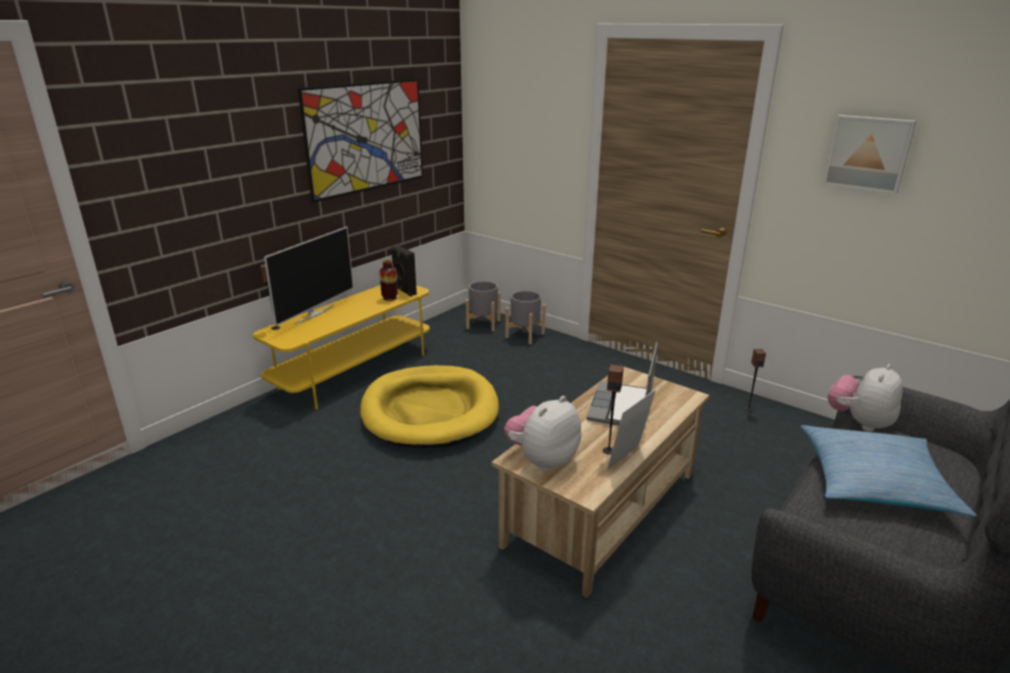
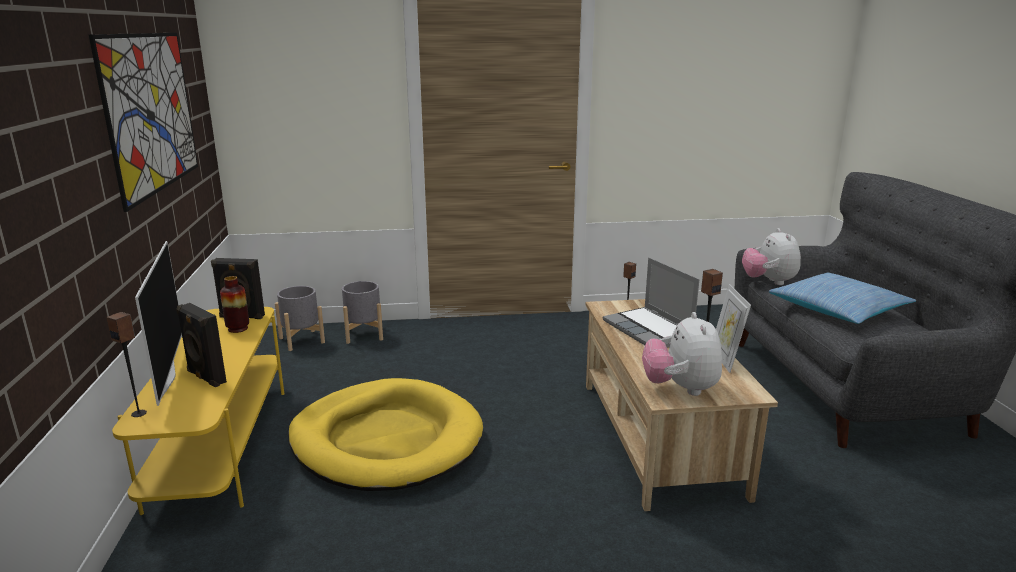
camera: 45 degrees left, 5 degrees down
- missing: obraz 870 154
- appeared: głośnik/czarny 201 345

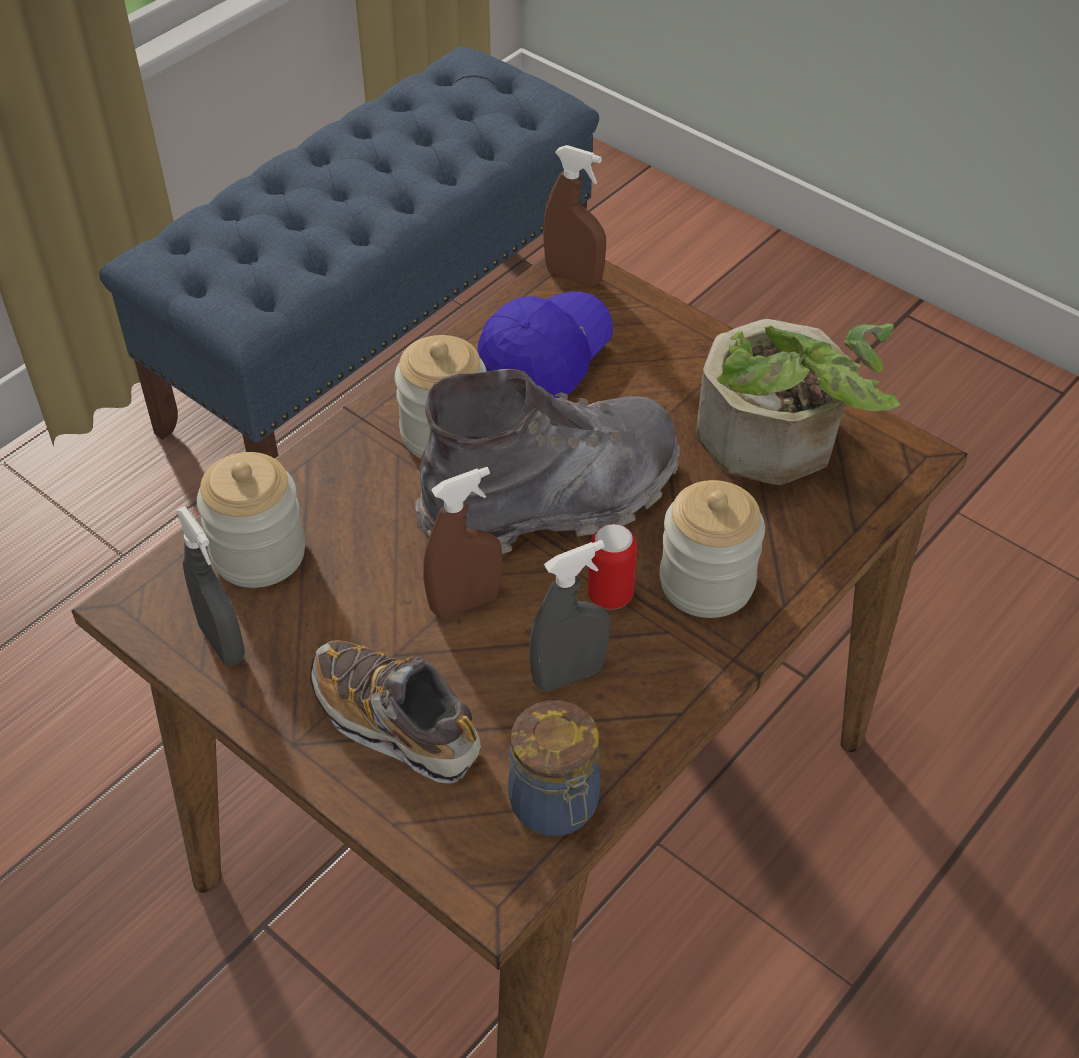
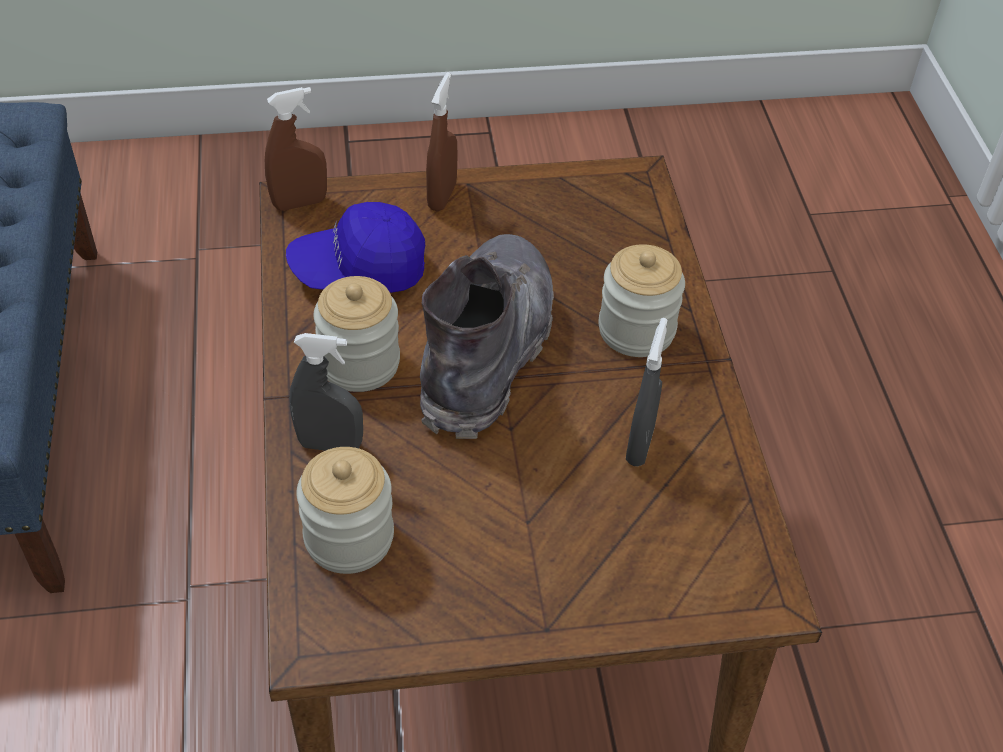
camera: 50 degrees left, 0 degrees up
- missing: but 395 712
- missing: słoik 554 768
- missing: puszka 612 566
- missing: roślina doniczkowa 798 402
- relocated: spryskiwacz/szary 210 586 to 326 392
- relocated: spryskiwacz/brązowy 463 542 to 442 141
- spun: czapka z daszkiem/niebieski 545 344 = 355 247 90 degrees counterclockwise

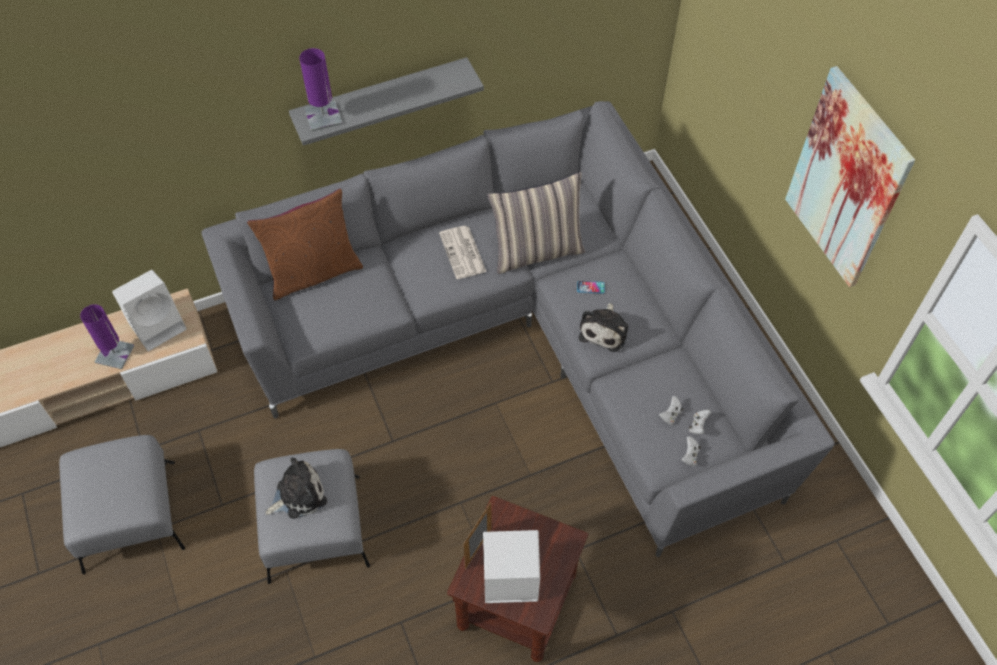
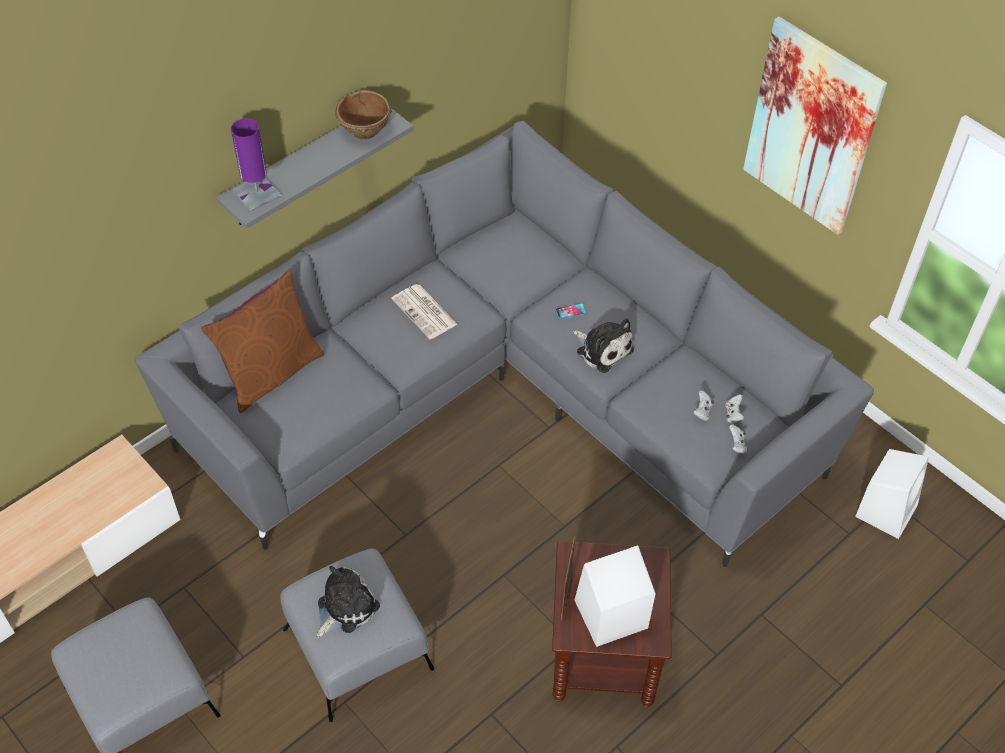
camera: 20 degrees left, 5 degrees down
- missing: lampa stołowa/fioletowy 107 336
- missing: poduszka 536 223
- appeared: miska/brązowy 363 115
- relocated: głośnik/biały 149 310 to 892 494
- spun: pluszak 603 327 = 603 345 45 degrees counterclockwise

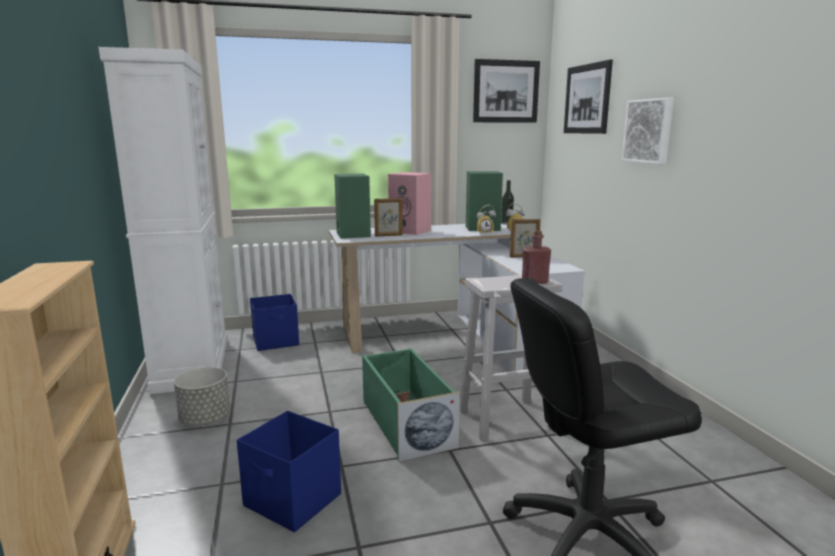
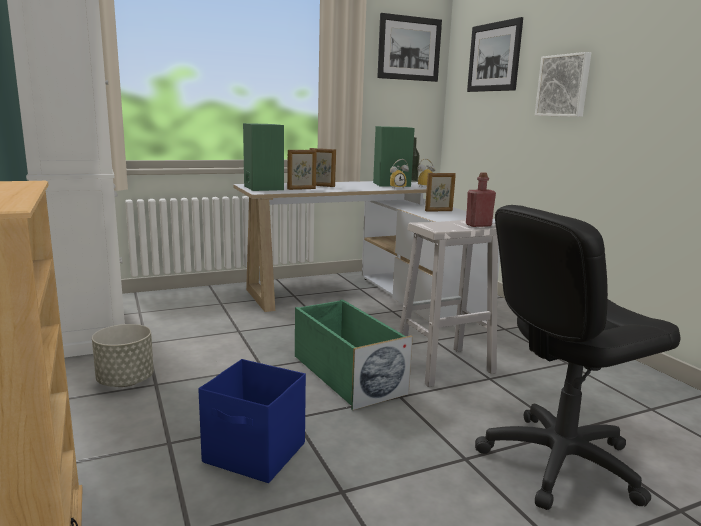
camera: 10 degrees left, 0 degrees up
- missing: pojemnik do przechowywania/niebieski 274 322
- exchanged: głośnik/różowy 409 203 to ramka na zdjęcie 323 167

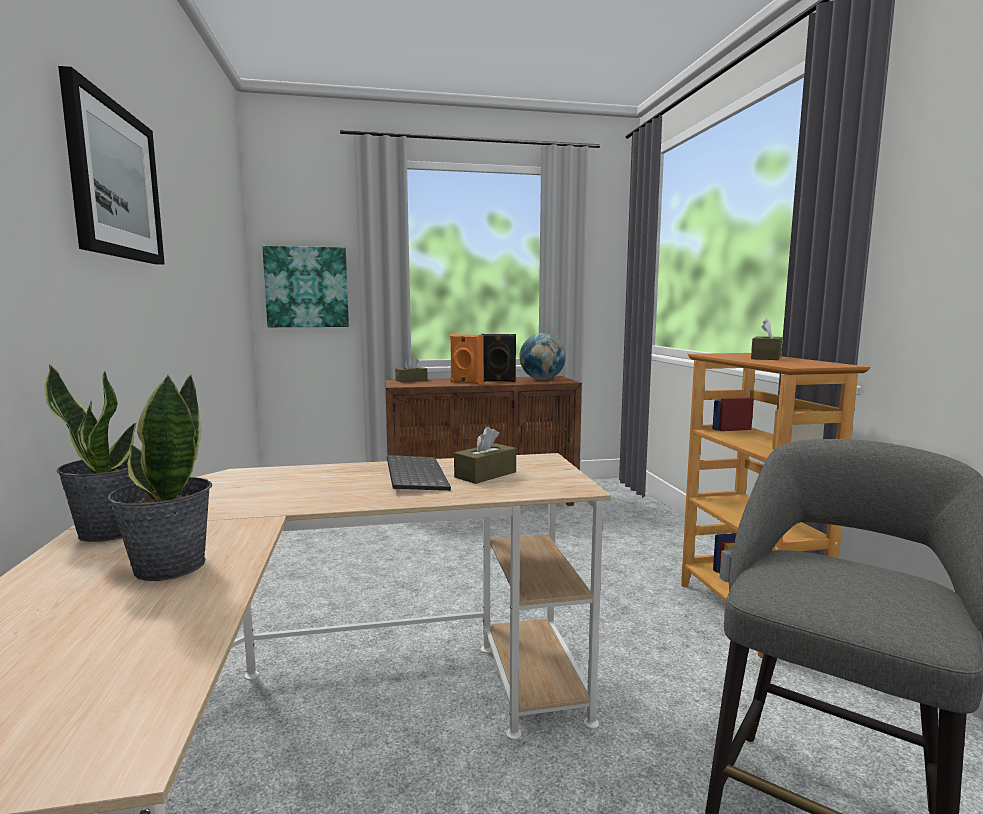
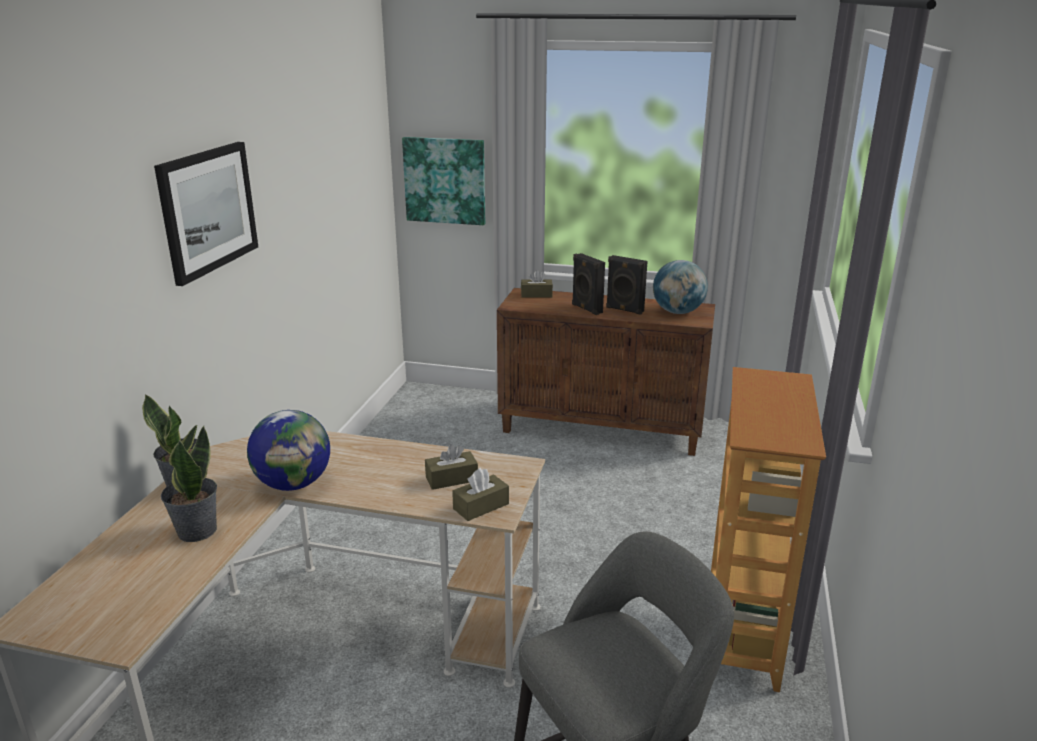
camera: 25 degrees right, 15 degrees up
- missing: klawiatura 419 473
- appeared: globus 288 450
- relocated: pudełko chusteczek/brązowy 766 339 to 480 494
- colour: głośnik/pomarańczowy 467 359 to głośnik/czarny 588 284

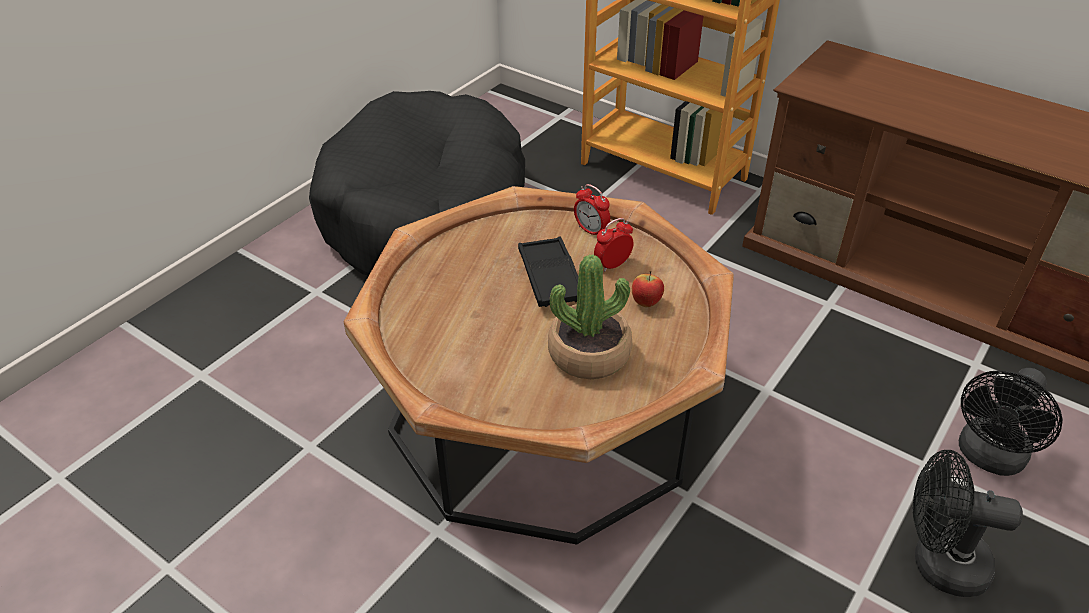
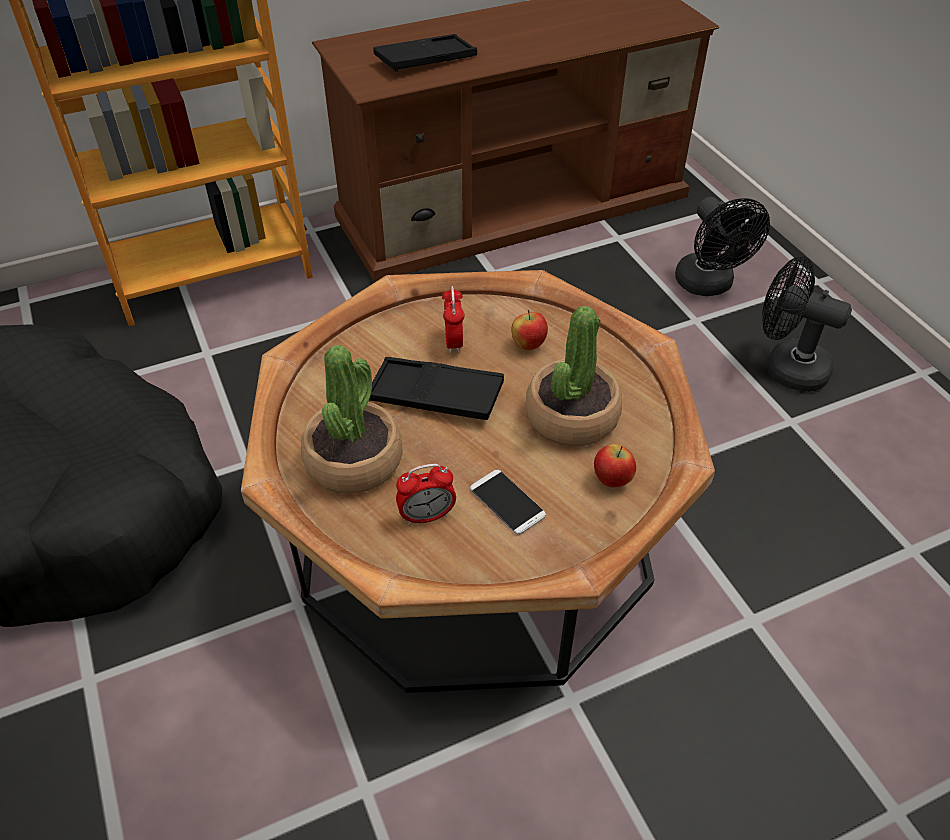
camera: 60 degrees left, 5 degrees up
- appeared: roślina doniczkowa 352 419
- appeared: taca/czarny 425 53
- appeared: telefon 508 502
- appeared: jabłko 615 465
- relocated: budzik 592 209 to 426 494
- spun: wentylator/czarny 968 523 = 807 324 75 degrees clockwise

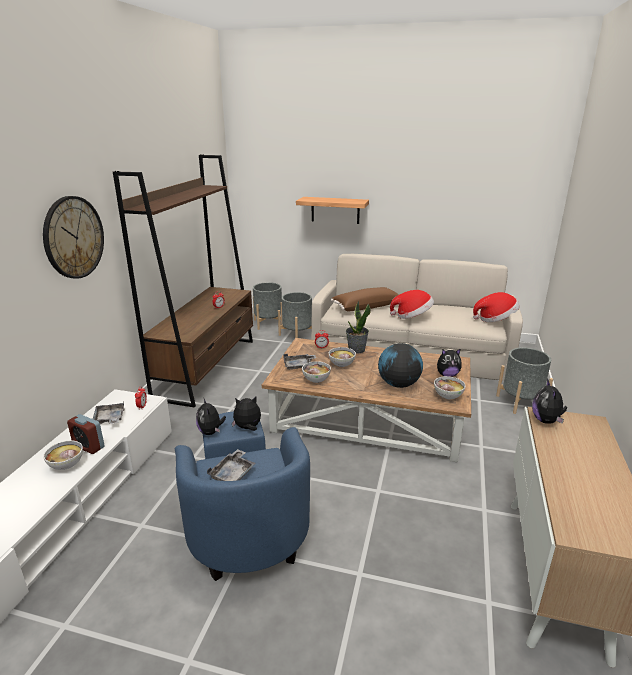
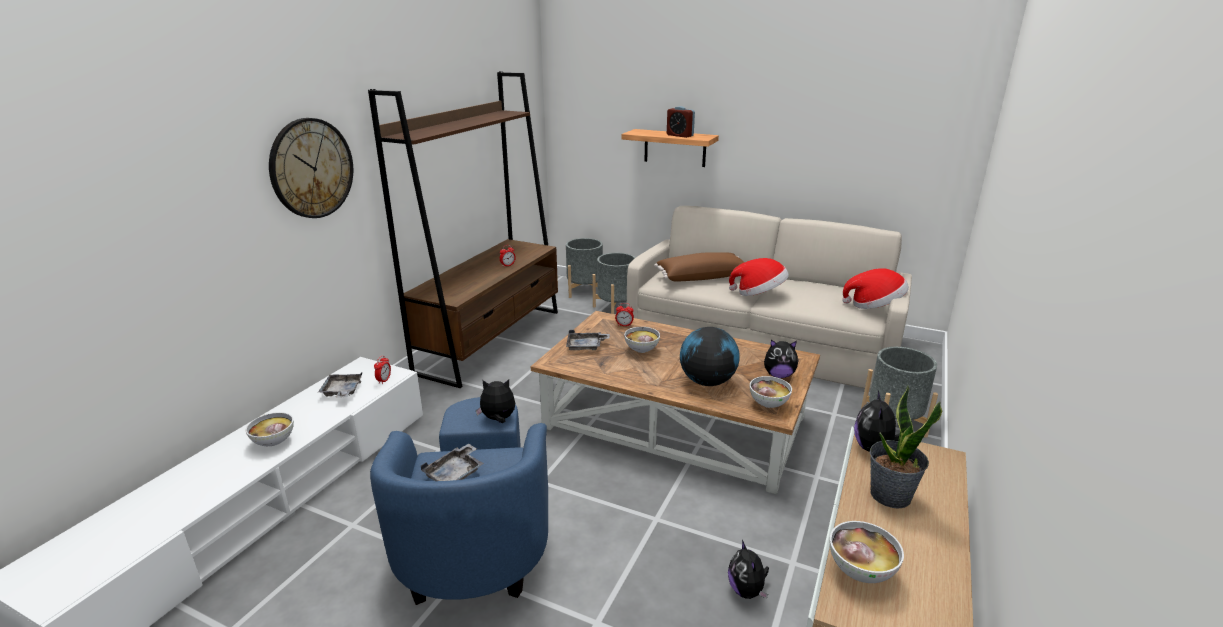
camera: 10 degrees right, 0 degrees up
- relocated: budzik 86 434 to 681 122
- relocated: pluszak 211 417 to 748 569
- relocated: miska 316 372 to 867 552
- relocated: roślina doniczkowa 358 327 to 906 447

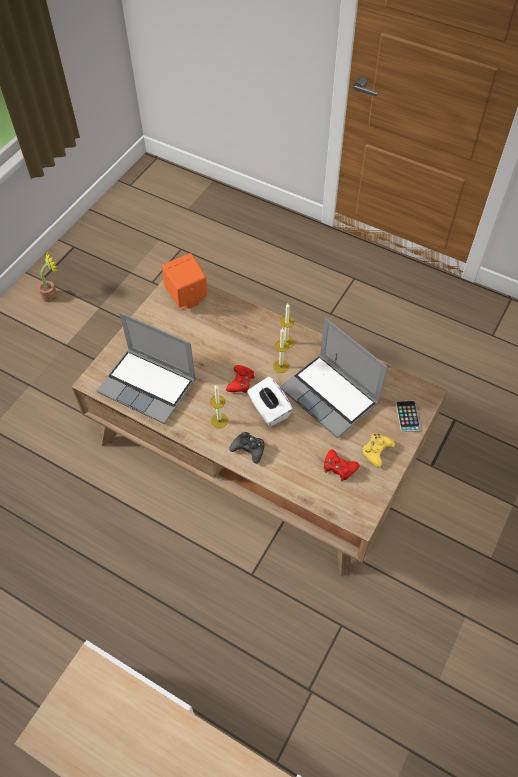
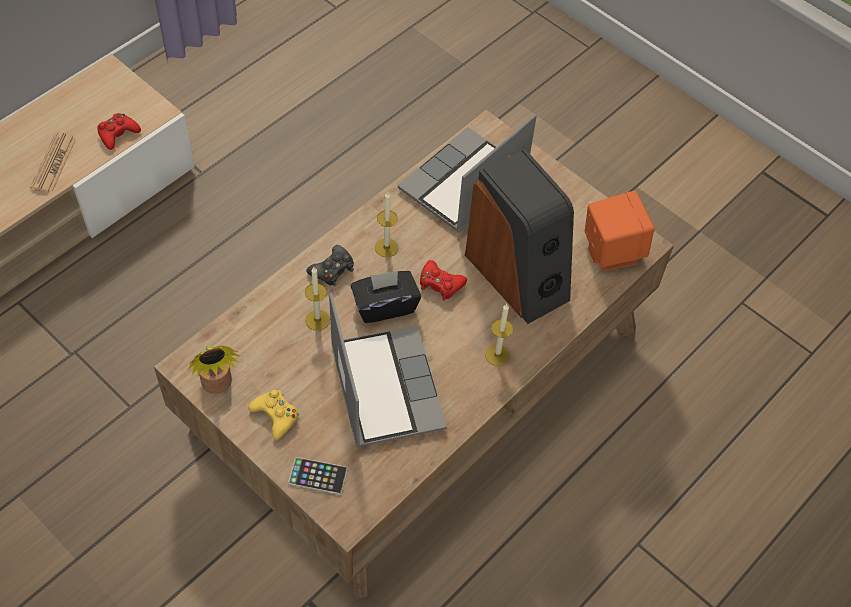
camera: 100 degrees right, 0 degrees up
- appeared: gazeta 53 162
- appeared: głośnik 519 236
- relocated: roślina doniczkowa 48 277 to 214 369
- relocated: świeca 281 350 to 317 299
- relocated: pad do gier/czerwony 342 465 to 119 131
- colour: pudełko chusteczek/biały 270 401 to pudełko chusteczek/czarny 386 297
- spun: laptop 333 378 = 388 370 105 degrees clockwise

